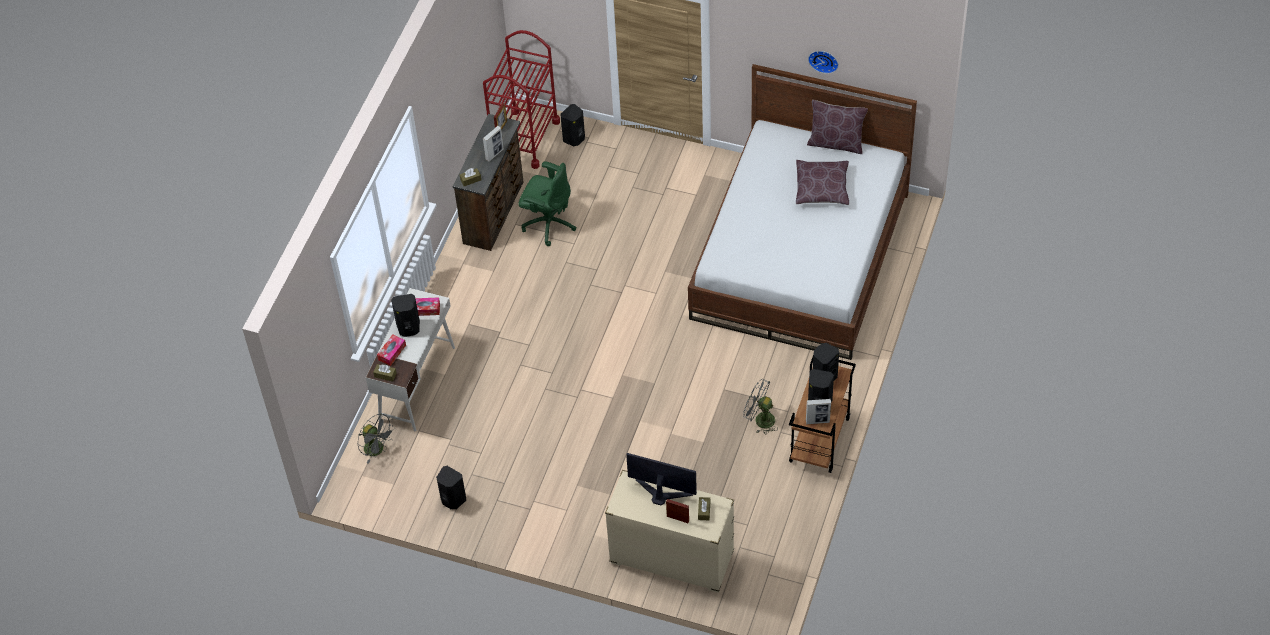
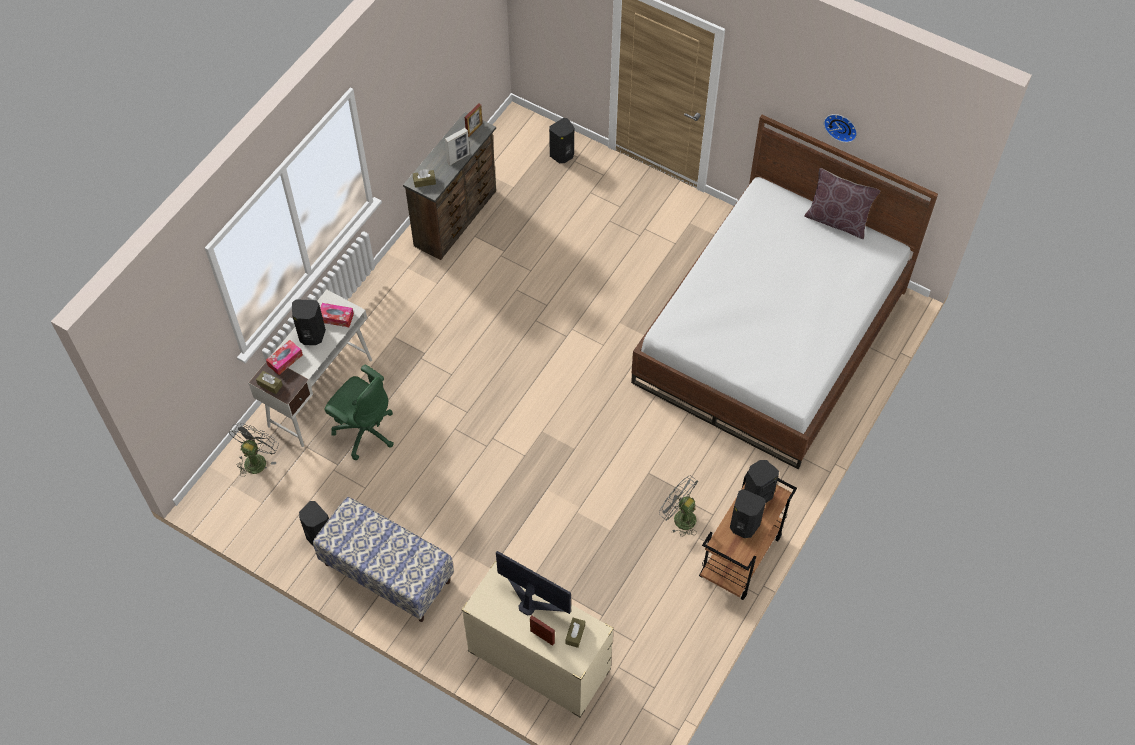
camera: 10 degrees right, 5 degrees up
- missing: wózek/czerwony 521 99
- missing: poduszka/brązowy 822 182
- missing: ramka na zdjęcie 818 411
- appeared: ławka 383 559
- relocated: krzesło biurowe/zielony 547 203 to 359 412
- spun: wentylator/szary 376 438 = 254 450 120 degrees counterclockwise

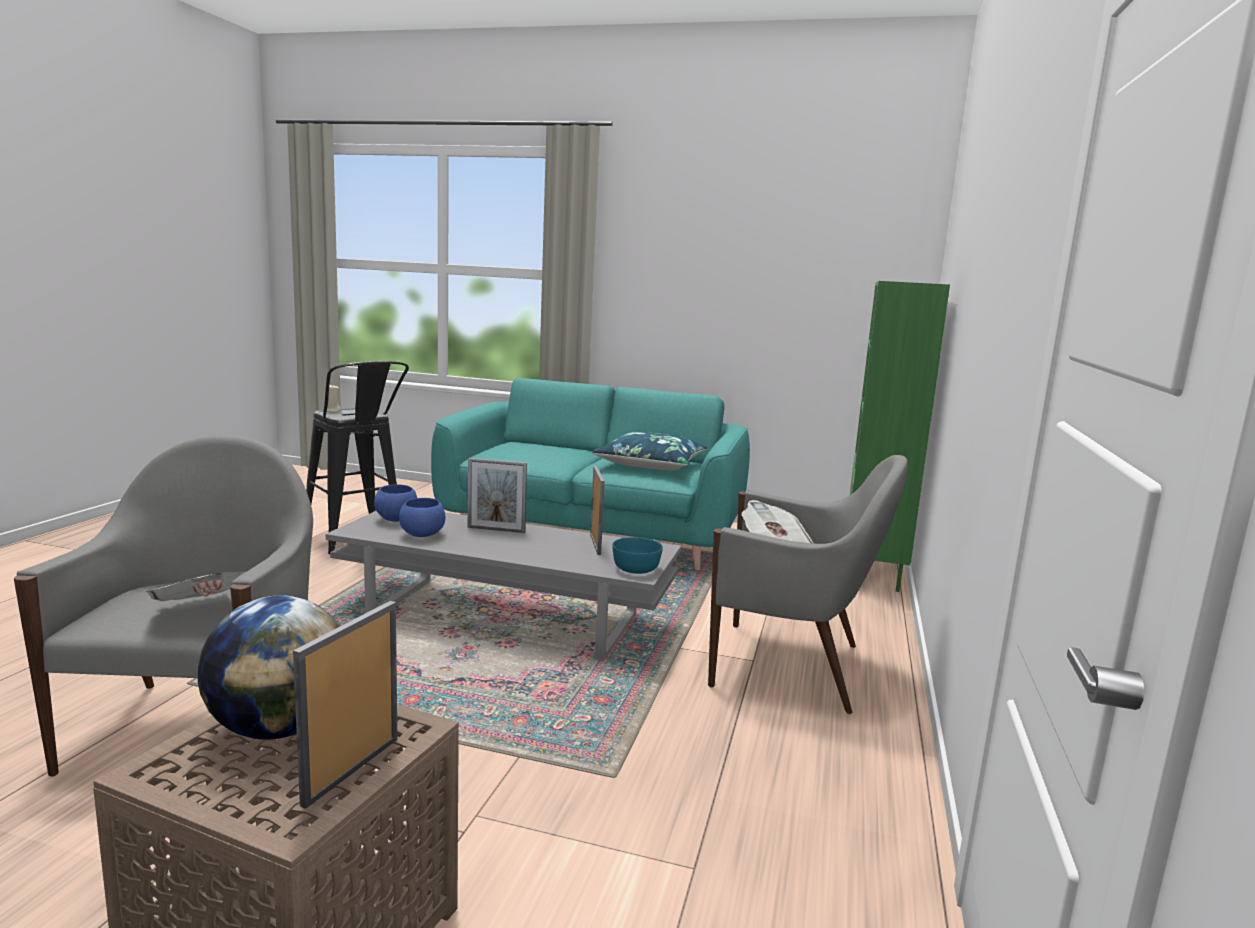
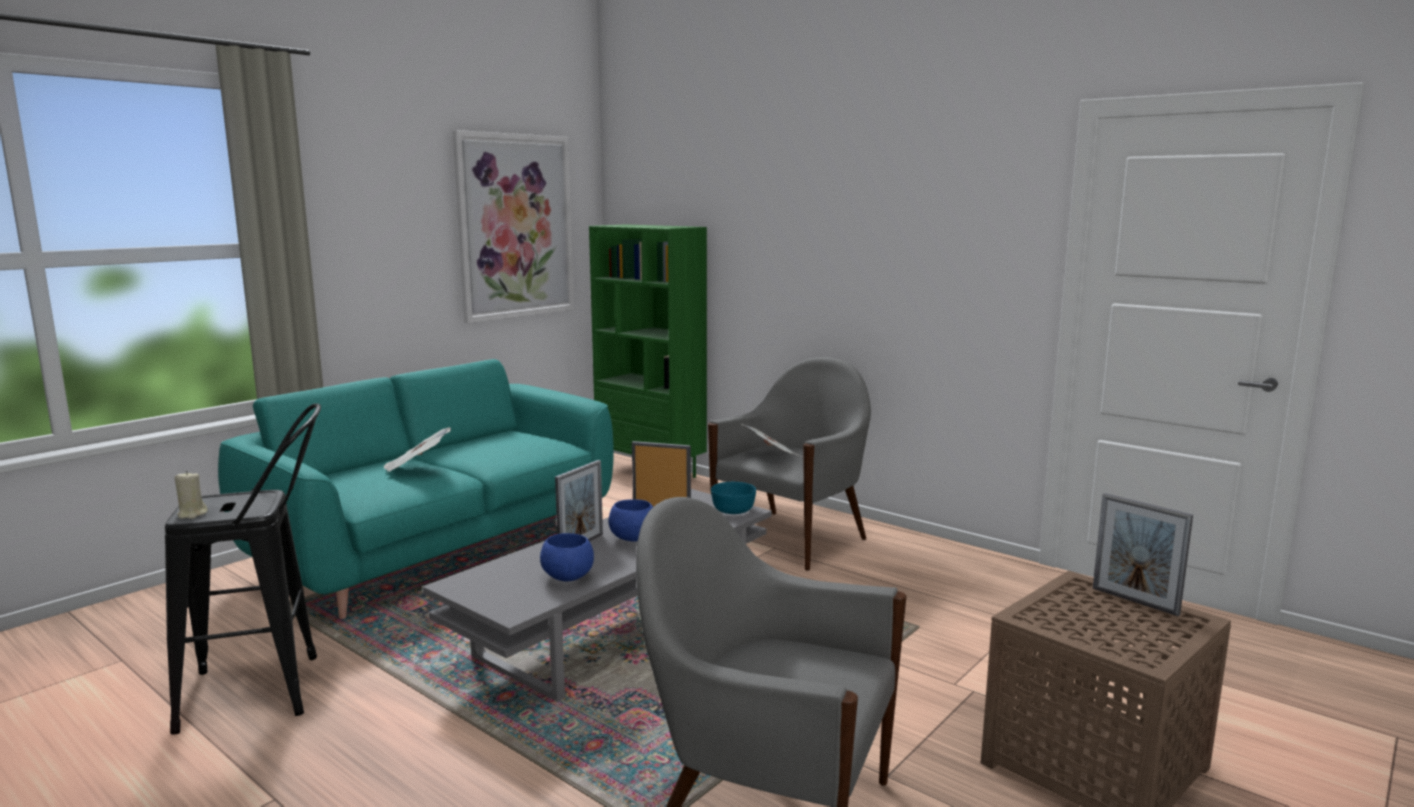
camera: 65 degrees left, 0 degrees up
- missing: globus 269 667
- missing: poduszka/niebieski 650 451
- appeared: obraz 513 226
- relocated: gazeta 196 586 to 417 449
- relocated: miska/niebieski 395 503 to 631 520

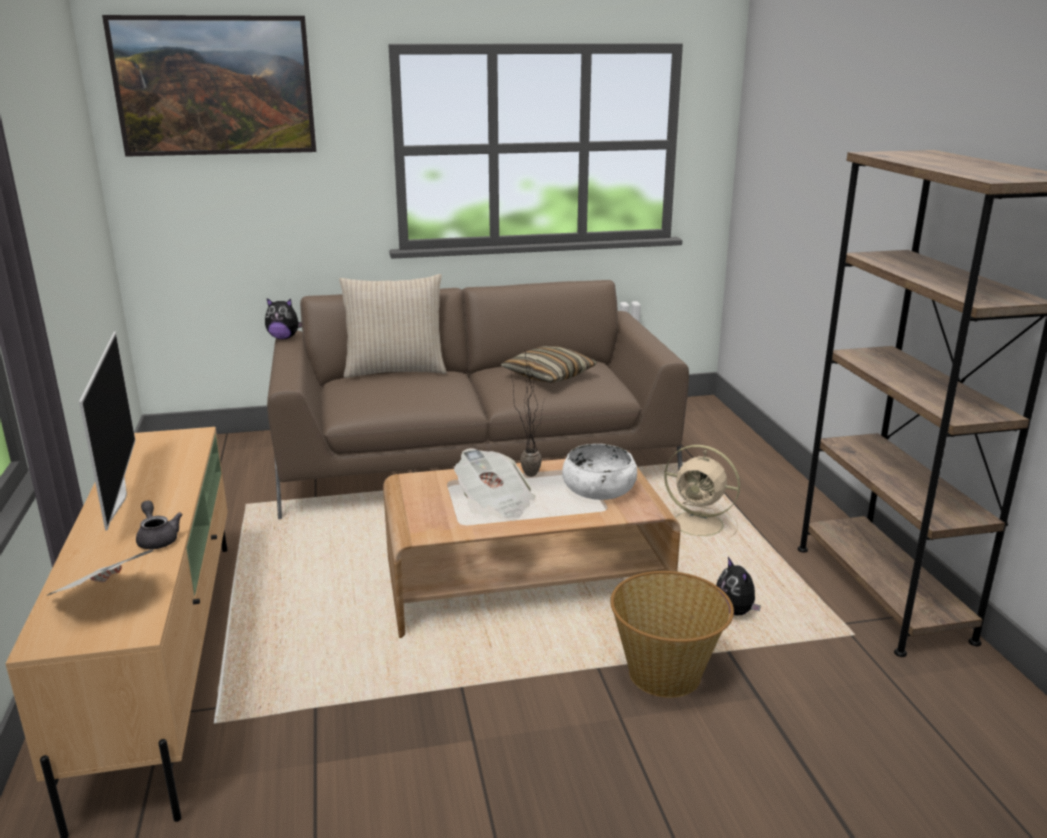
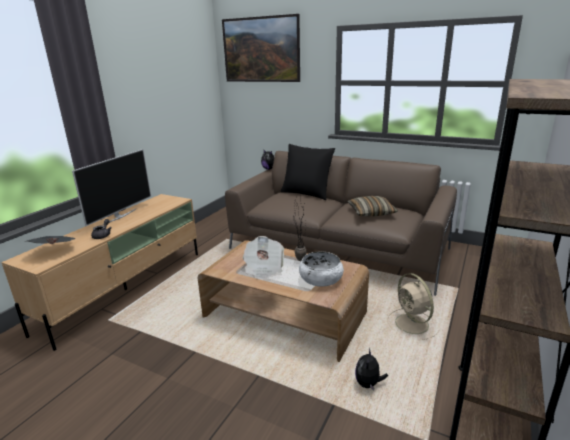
camera: 40 degrees right, 0 degrees up
- missing: koszyk 672 634
- colour: poduszka/beżowy 393 326 to poduszka/czarny 308 172

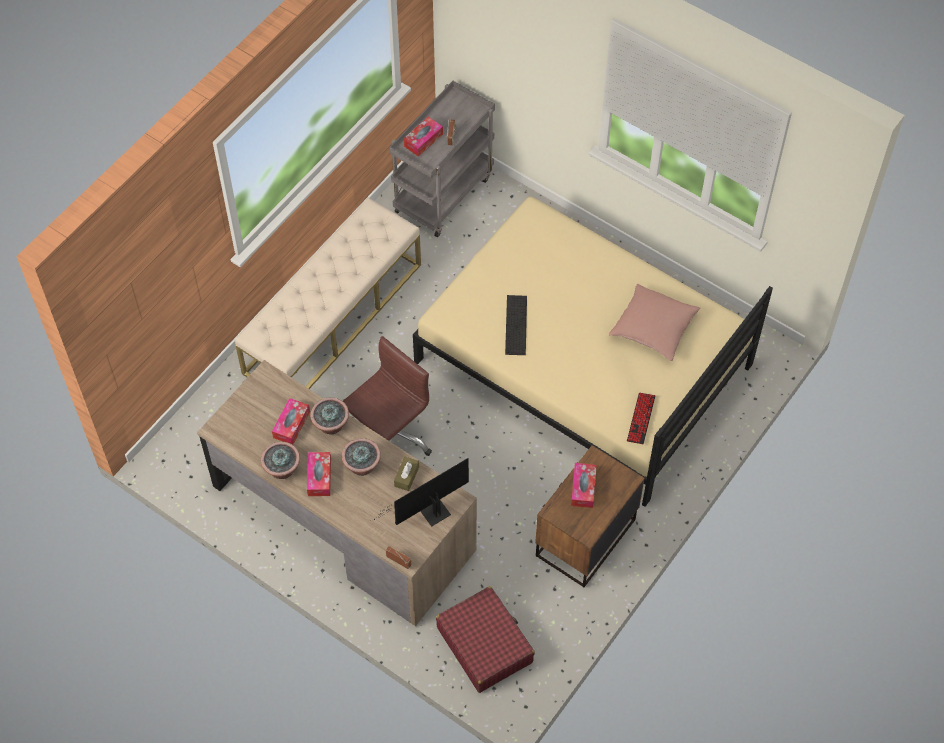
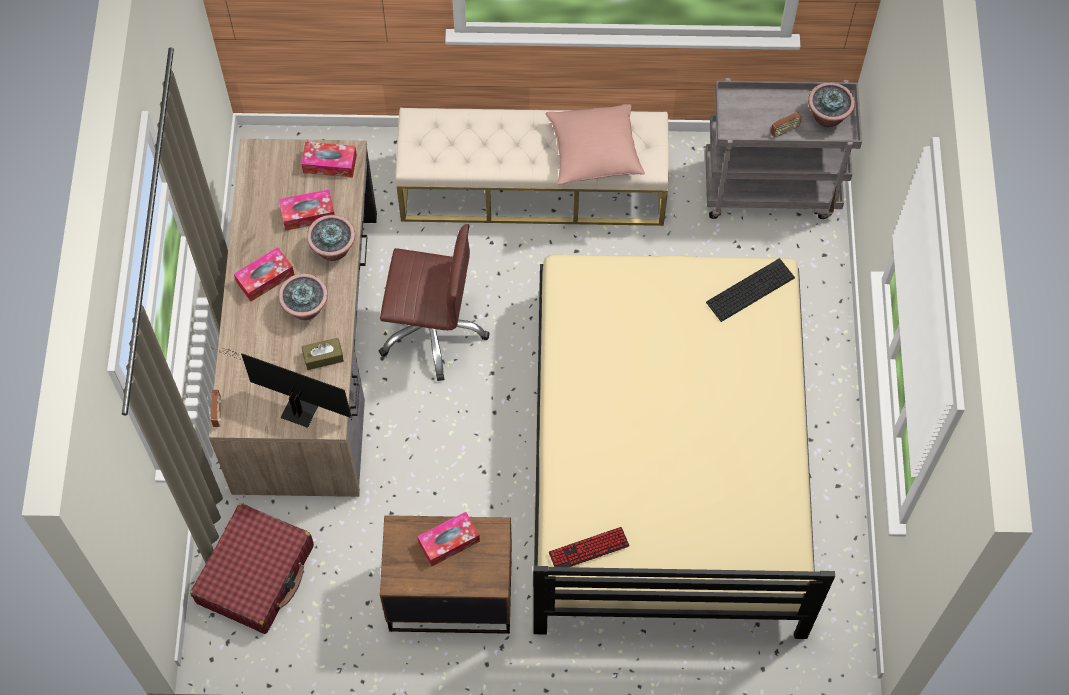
camera: 55 degrees right, 5 degrees up
- relocated: roślina doniczkowa 280 460 to 831 104
- relocated: pudełko chusteczek 423 136 to 329 159
- relocated: klawiatura 516 325 to 750 290
- relocated: poduszka/różowy 654 322 to 595 144

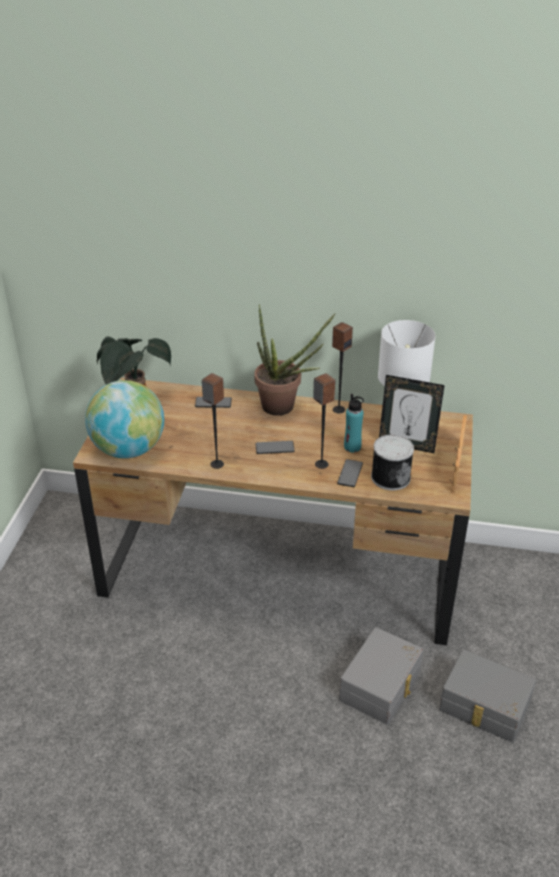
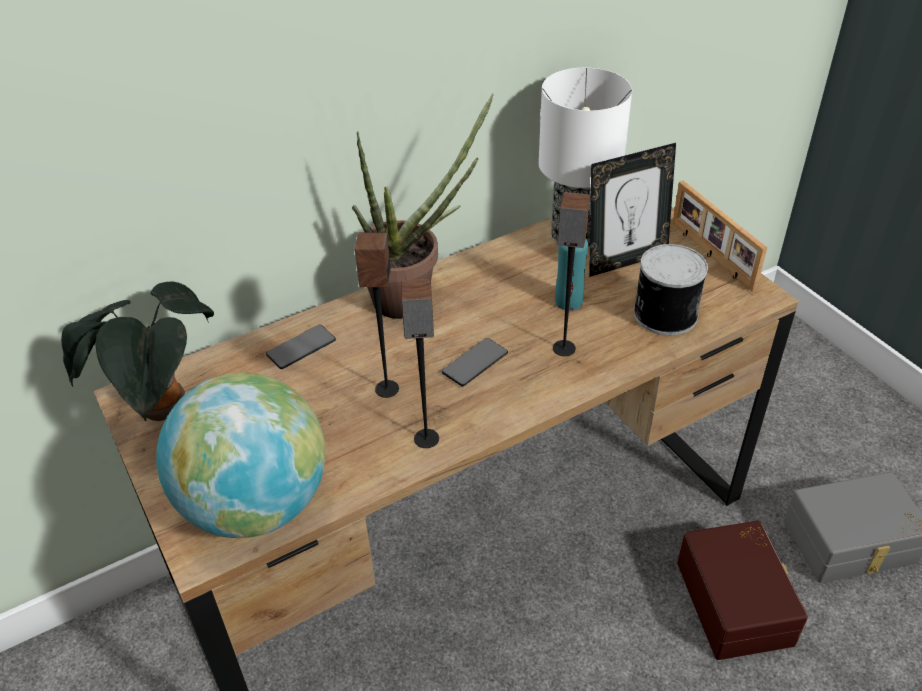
camera: 40 degrees left, 5 degrees up
- missing: telefon 350 473
- relocated: głośnik 342 367 to 376 315
- colour: pojemnik do przechowywania/szary 381 676 to pojemnik do przechowywania/brązowy 742 590

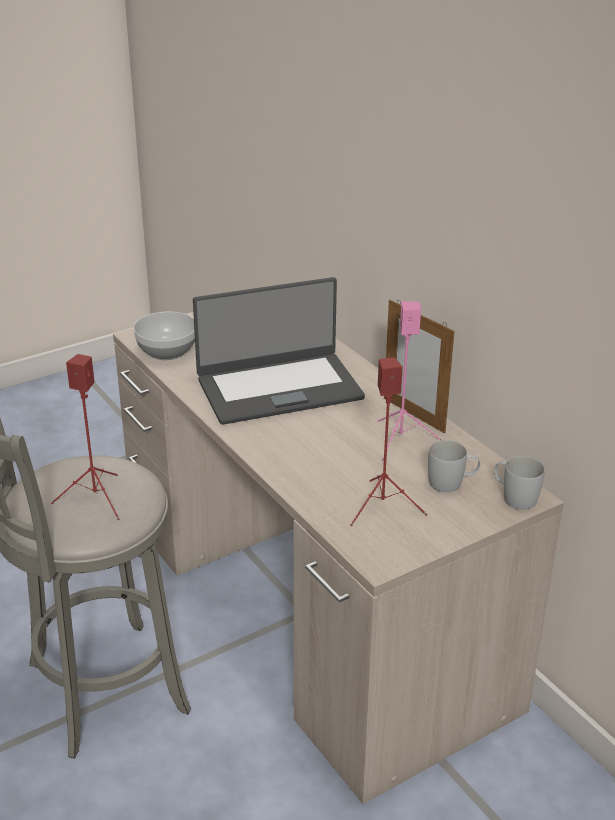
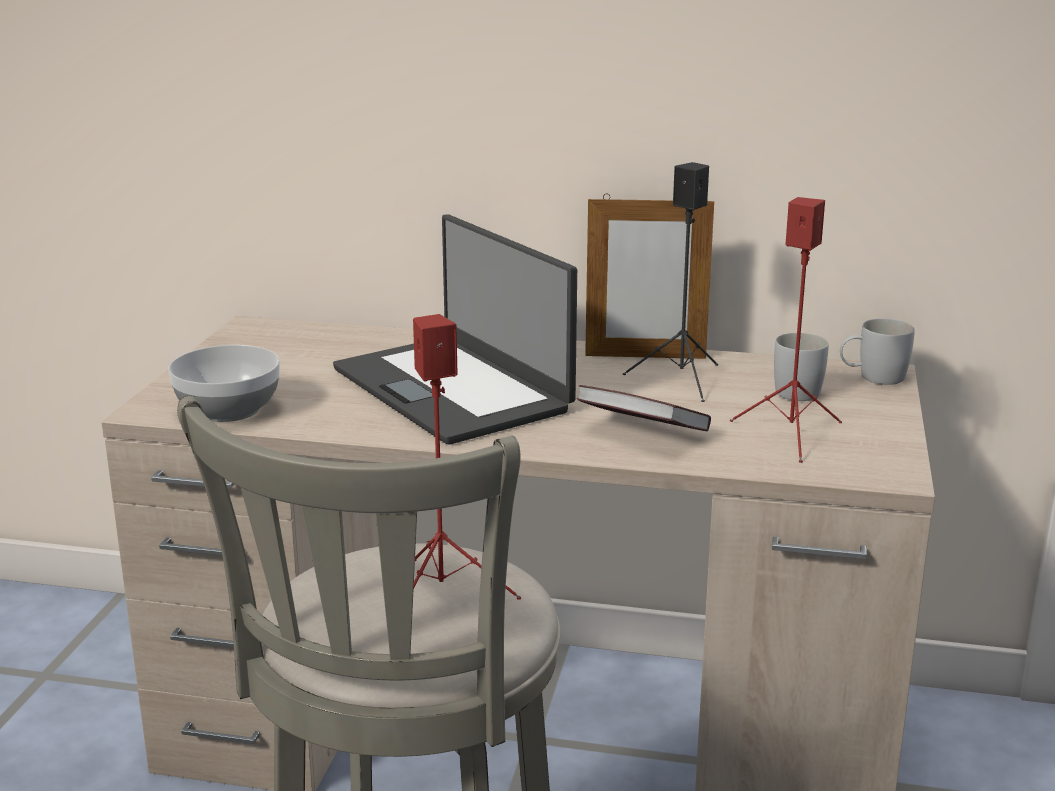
camera: 45 degrees left, 10 degrees down
- appeared: książka 644 408
- colour: głośnik/różowy 409 381 to głośnik/czarny 670 282
- spun: laptop 279 351 = 455 329 120 degrees clockwise

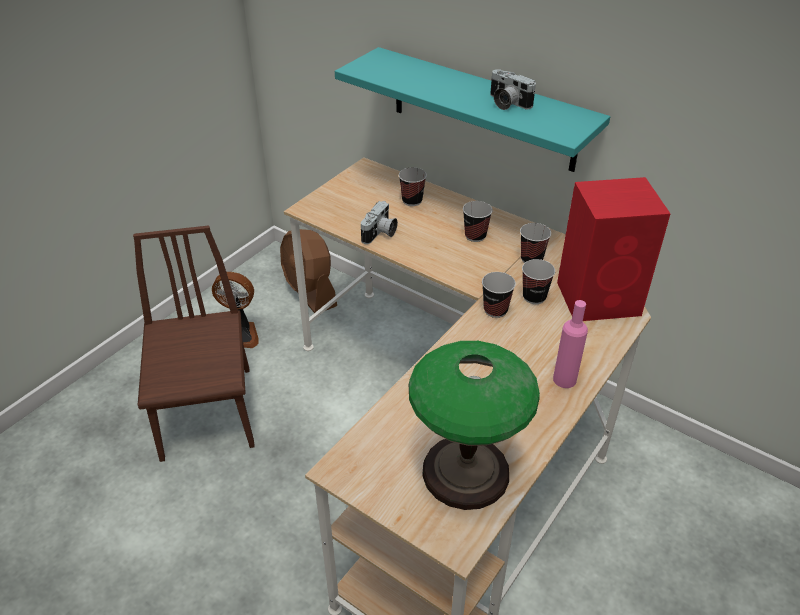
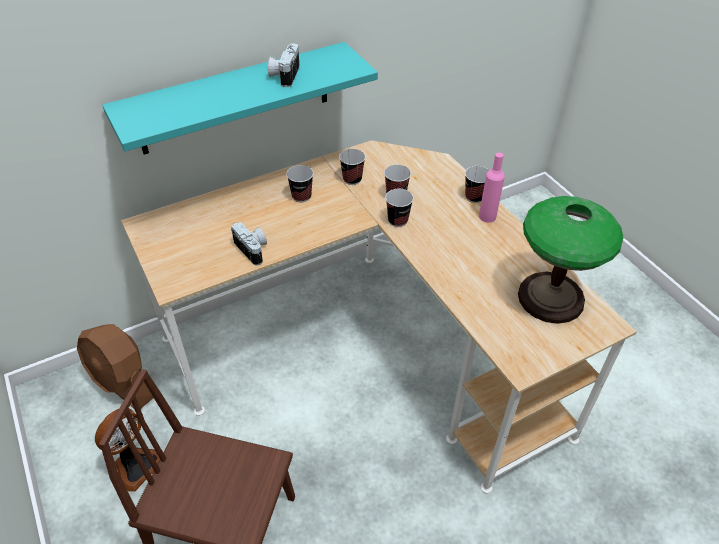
camera: 65 degrees left, 5 degrees up
- missing: głośnik/czerwony 614 249
- relocated: filiżanka 413 186 to 477 184
- spun: wentylator/brązowy 308 271 = 115 366 45 degrees clockwise
- spun: aparat fotograficzny 513 89 = 283 65 120 degrees clockwise

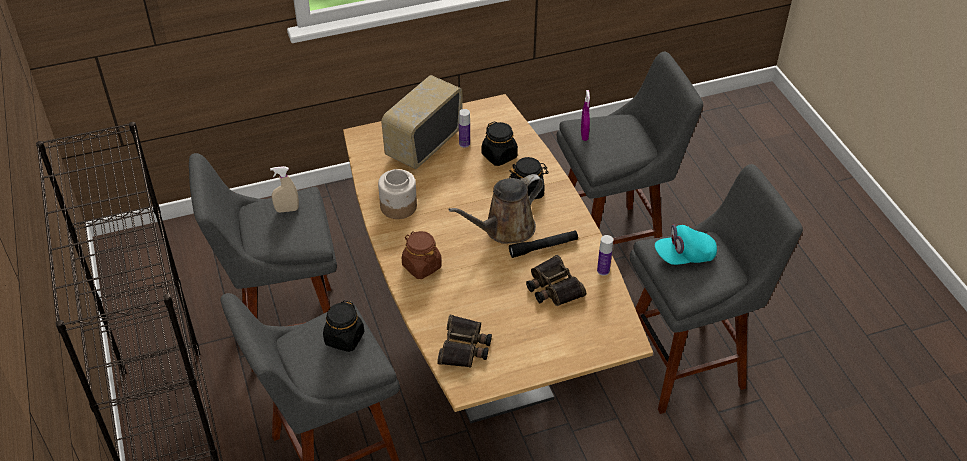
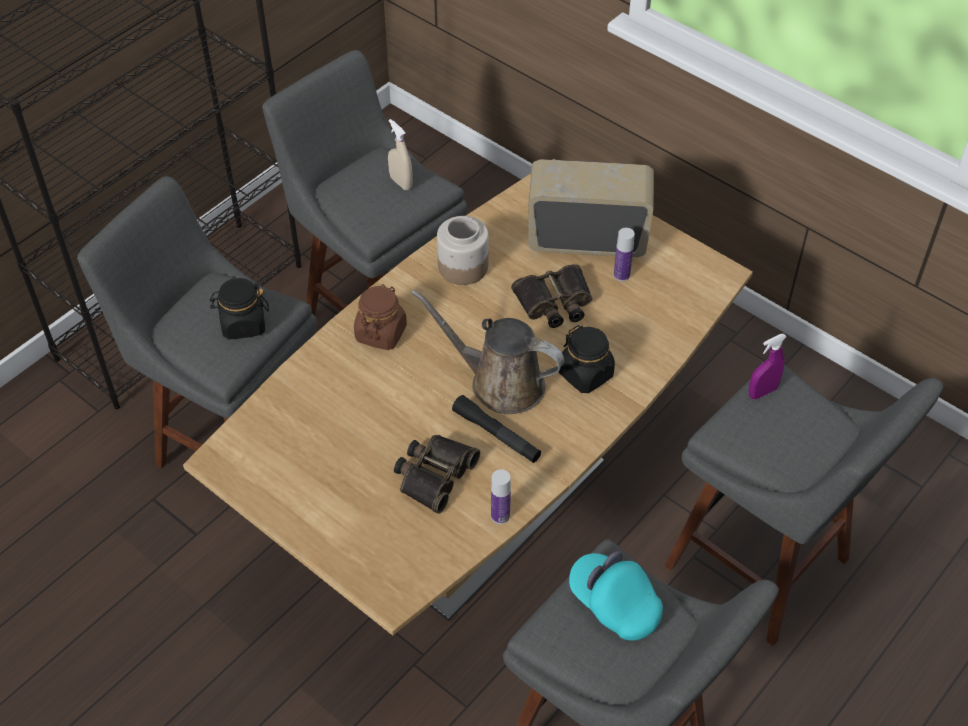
camera: 60 degrees right, 5 degrees up
- missing: słoik/czarny 500 143
- relocated: lornetka 464 341 to 552 296

